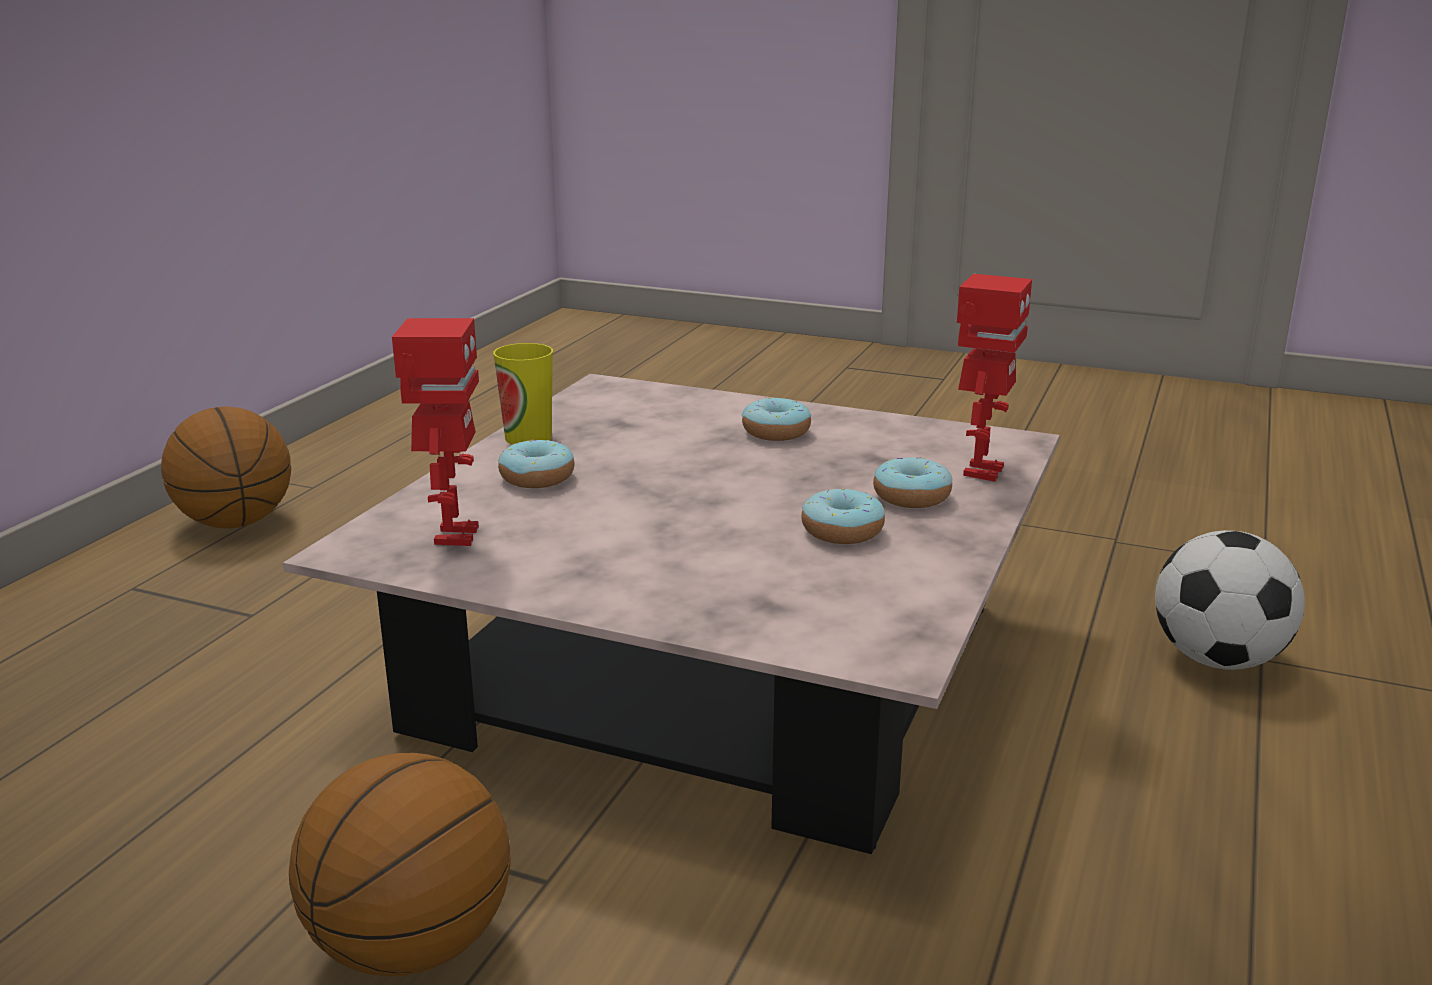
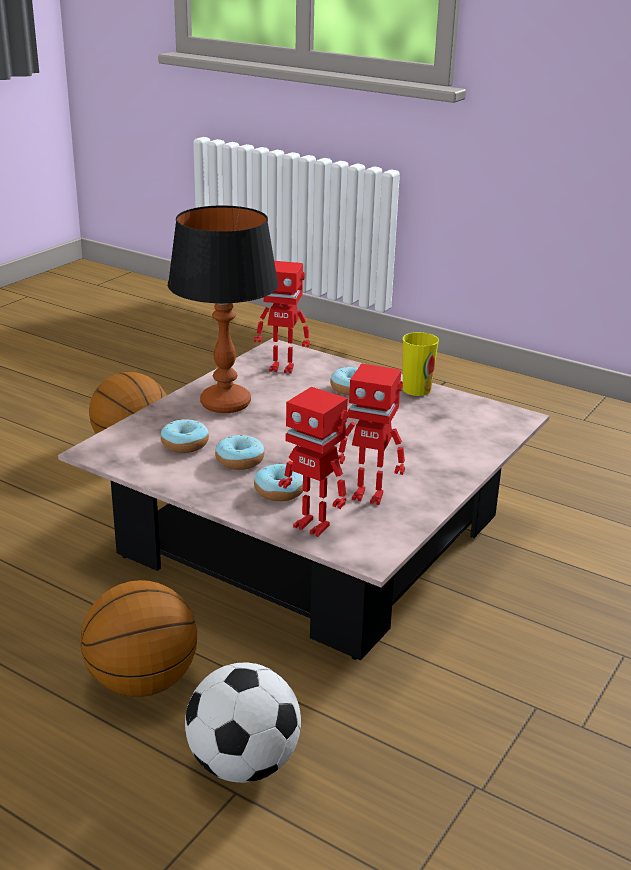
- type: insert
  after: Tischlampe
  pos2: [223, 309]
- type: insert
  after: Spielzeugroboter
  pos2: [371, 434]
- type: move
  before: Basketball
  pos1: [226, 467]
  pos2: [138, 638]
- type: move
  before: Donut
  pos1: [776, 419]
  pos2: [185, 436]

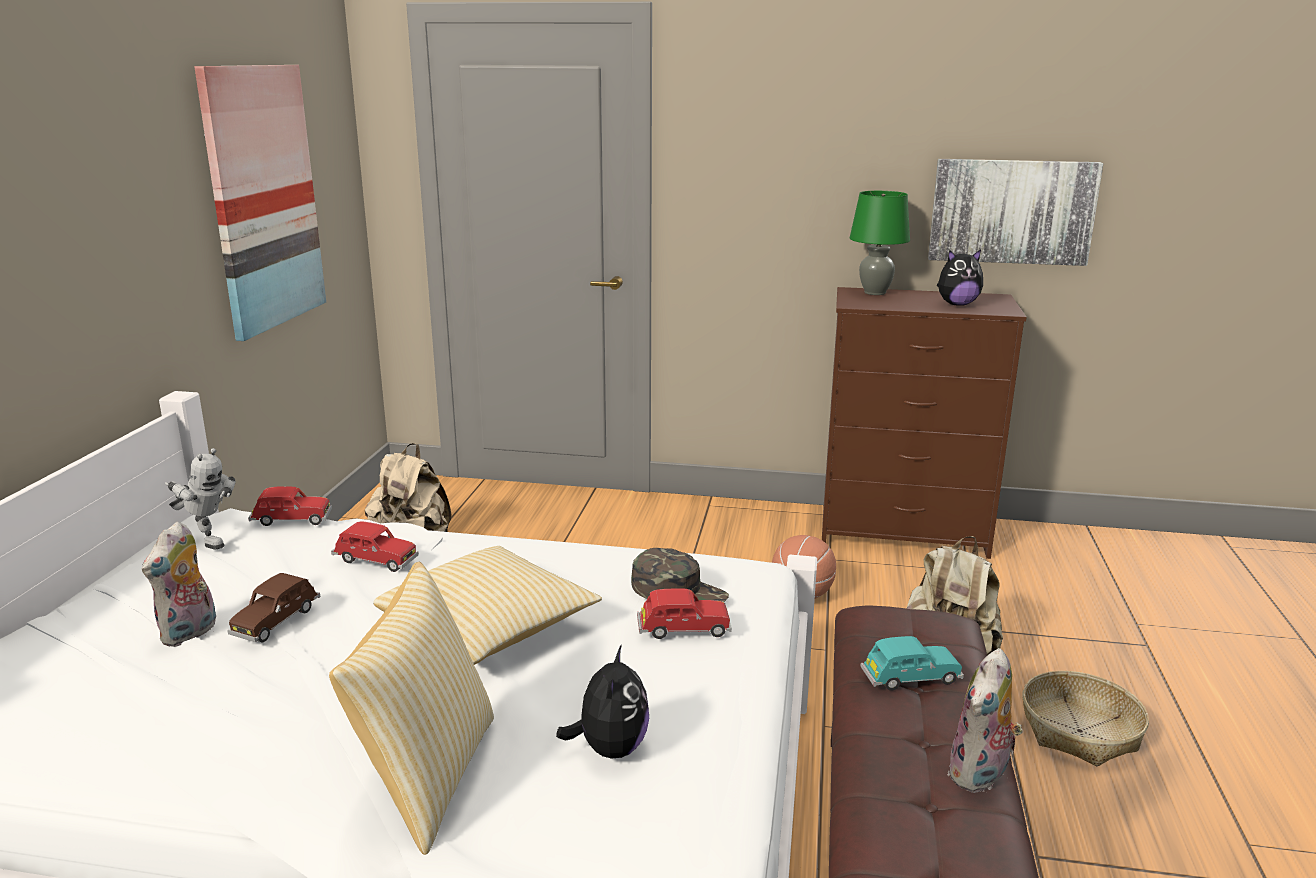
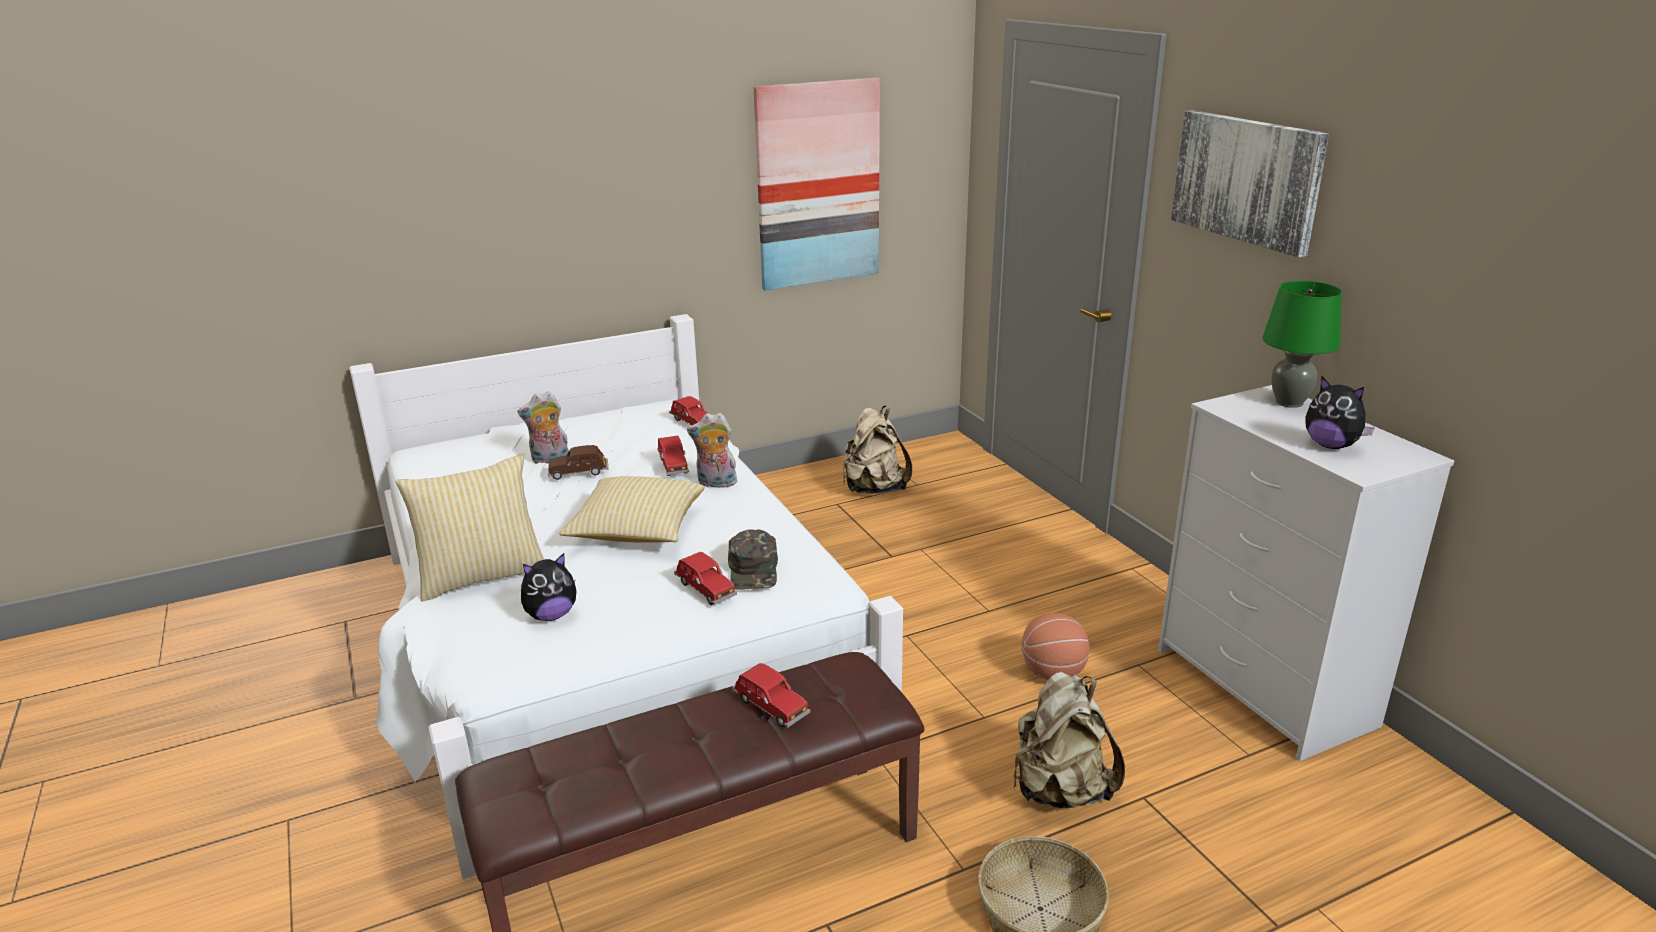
- type: delete
  before: Spielzeugroboter
  pos1: [200, 499]
- type: move
  before: Bild
  pos1: [1015, 212]
  pos2: [1250, 184]
- type: move
  before: Plüschtier
  pos1: [985, 720]
  pos2: [712, 450]
- type: recolor
  before: Kommode (braun)
  after: Kommode (weiß)
  pos1: [924, 423]
  pos2: [1306, 573]
- type: recolor
  before: Spielzeugauto (türkis)
  after: Spielzeugauto (rot)
  pos1: [912, 663]
  pos2: [771, 695]

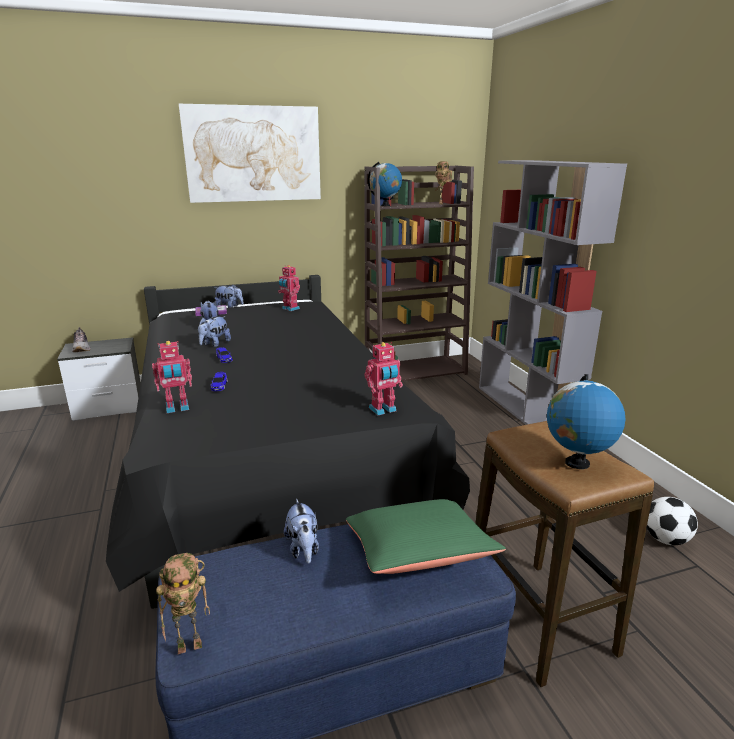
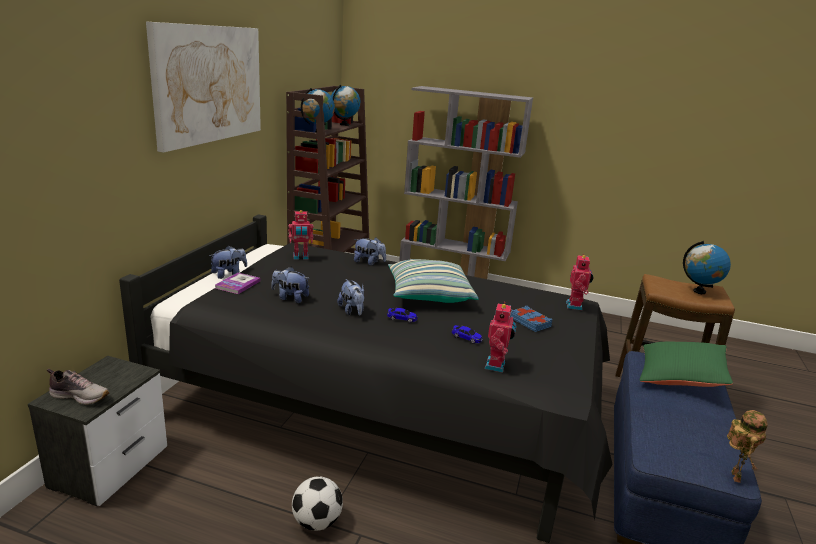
- type: insert
  after: Kissen
  pos2: [433, 281]
- type: insert
  after: Buch (blau)
  pos2: [531, 319]
- type: move
  before: Plüschtier
  pos1: [301, 531]
  pos2: [370, 252]
- type: move
  before: Fußball
  pos1: [672, 521]
  pos2: [317, 503]
- type: replace
  before: Spielzeugroboter
  after: Globus
  pos1: [443, 182]
  pos2: [346, 105]

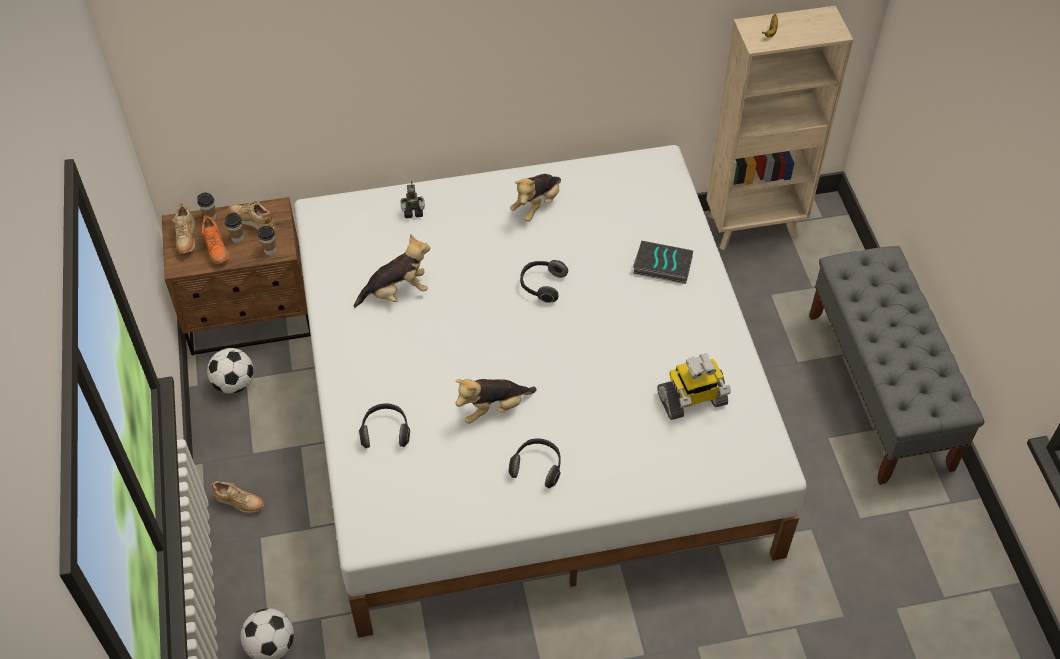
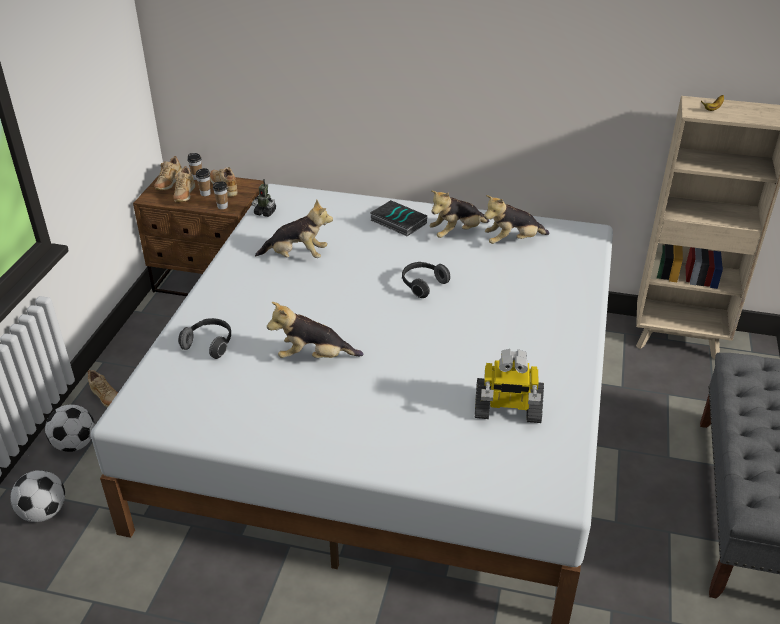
- type: delete
  before: Kopfhörer
  pos1: [534, 463]
- type: insert
  after: Plüschtier
  pos2: [516, 219]
- type: move
  before: Fußball
  pos1: [230, 371]
  pos2: [70, 428]
- type: move
  before: Spielzeugroboter
  pos1: [412, 199]
  pos2: [264, 198]
- type: move
  before: Buch
  pos1: [663, 262]
  pos2: [398, 218]
- type: recolor
  before: Schuh (orange)
  after: Schuh (beige)
  pos1: [215, 239]
  pos2: [184, 184]

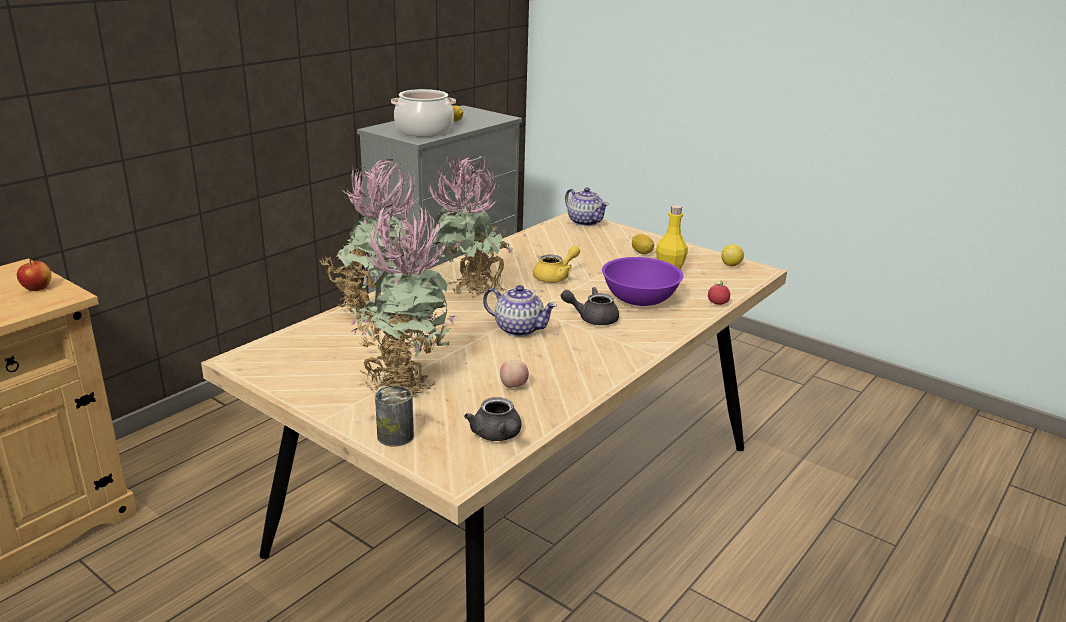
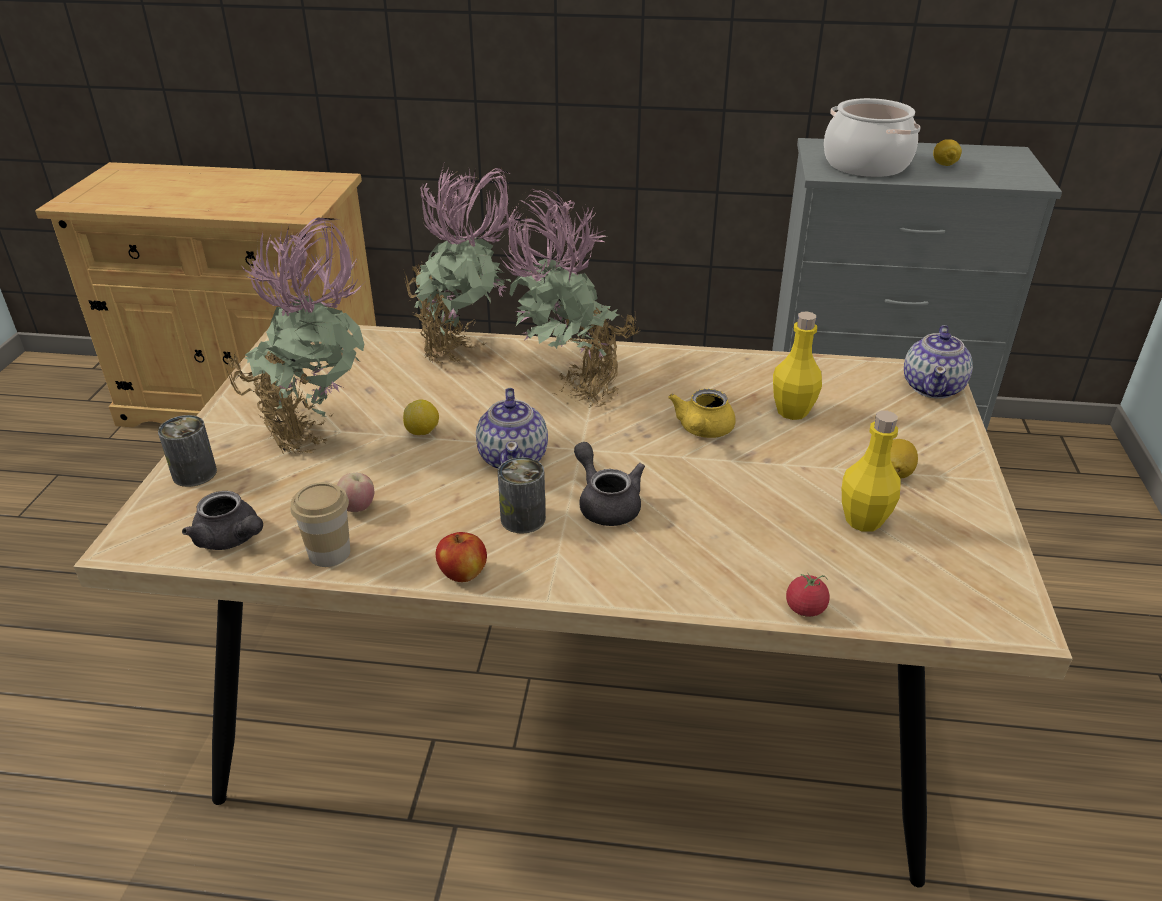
- type: delete
  before: Schüssel (lila)
  pos1: [643, 281]
- type: insert
  after: Tasse
  pos2: [320, 524]
- type: insert
  after: Dose
  pos2: [522, 495]
- type: insert
  after: Flasche (gelb)
  pos2: [797, 365]
- type: move
  before: Apfel
  pos1: [34, 275]
  pos2: [461, 557]
- type: move
  before: Zitrone
  pos1: [732, 255]
  pos2: [421, 417]
- type: rotate
  before: Teekanne (grau)
  pos1: [493, 419]
  pos2: [222, 520]
  turn: -90
- type: rotate
  before: Teekanne (gelb)
  pos1: [556, 264]
  pos2: [702, 413]
  turn: 90

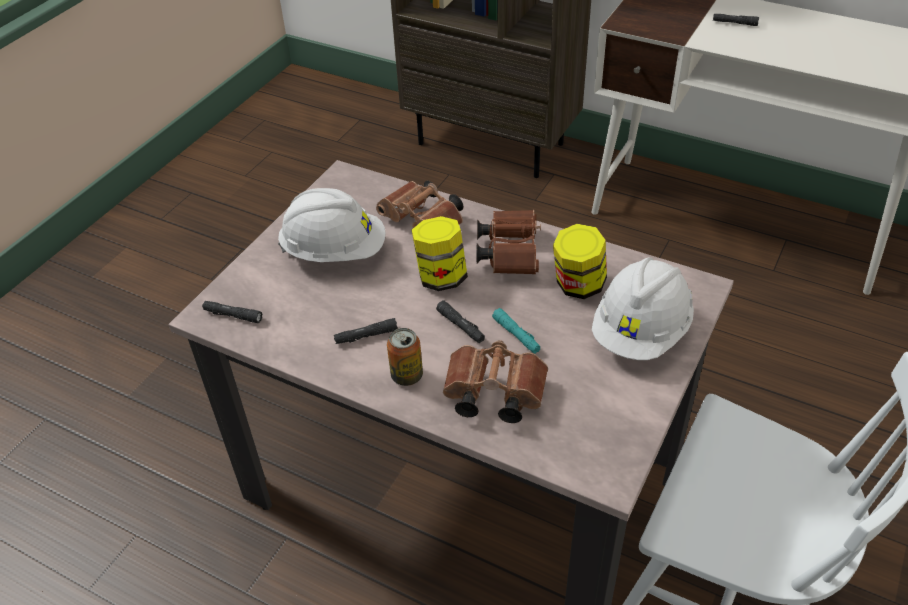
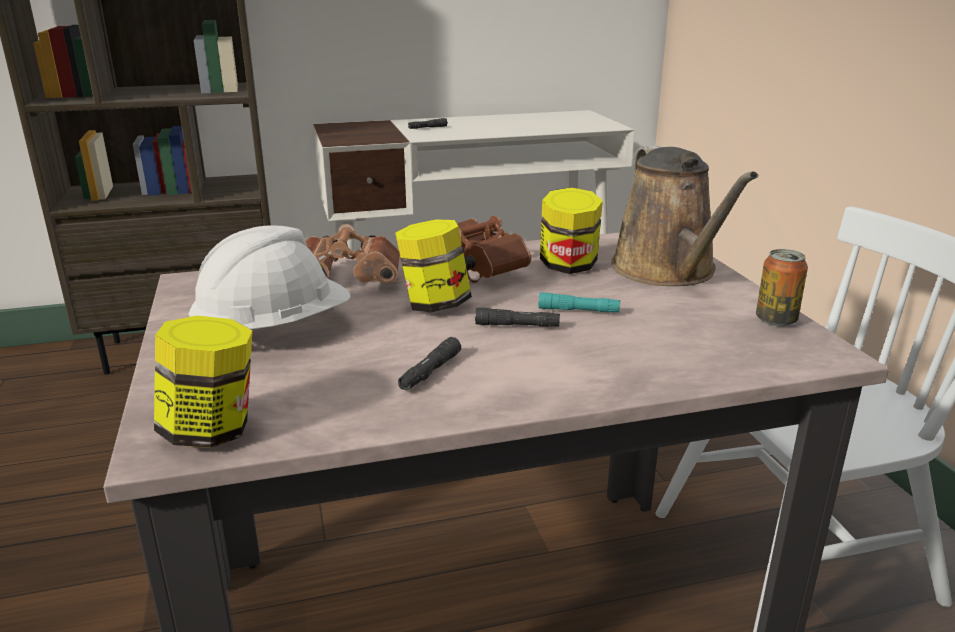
- type: delete
  before: Fernglas (braun)
  pos1: [495, 381]
- type: move
  before: Dose
  pos1: [405, 357]
  pos2: [782, 287]
- type: replace
  before: Taschenlampe (schwarz)
  after: Vorratsglas
  pos1: [232, 312]
  pos2: [203, 382]
- type: replace
  before: Schutzhelm (weiß)
  after: Gießkanne (braun)
  pos1: [643, 308]
  pos2: [684, 216]

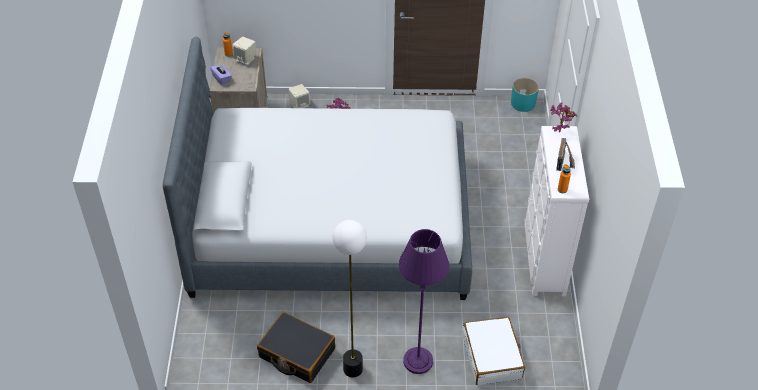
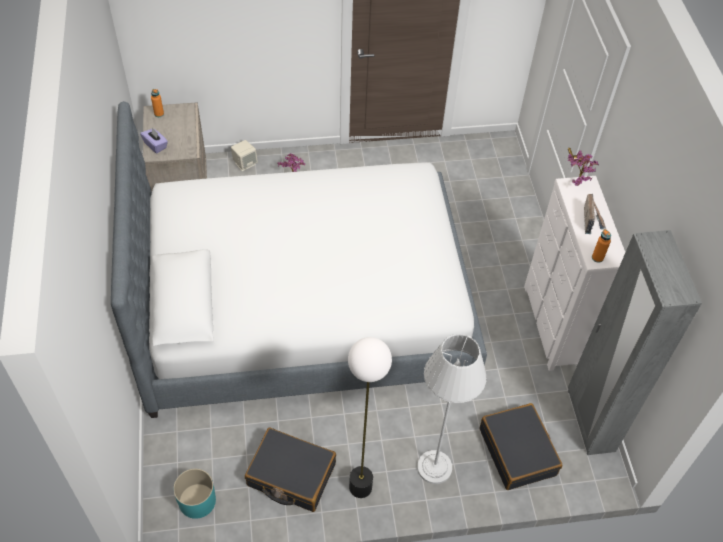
- type: delete
  before: Lautsprecher (beige)
  pos1: [244, 51]
- type: insert
  after: Kleiderschrank (grau)
  pos2: [635, 342]
- type: move
  before: Pflanzkübel (türkis)
  pos1: [525, 95]
  pos2: [194, 494]
- type: recolor
  before: Stehlampe (lila)
  after: Stehlampe (grau)
  pos1: [424, 301]
  pos2: [452, 409]
- type: recolor
  before: Koffer (weiß)
  after: Koffer (schwarz)
  pos1: [493, 351]
  pos2: [521, 446]

